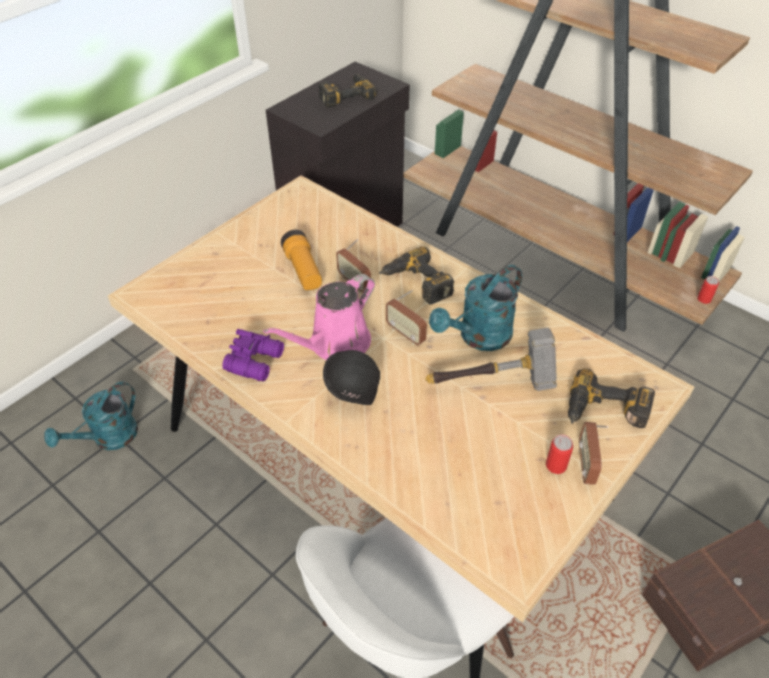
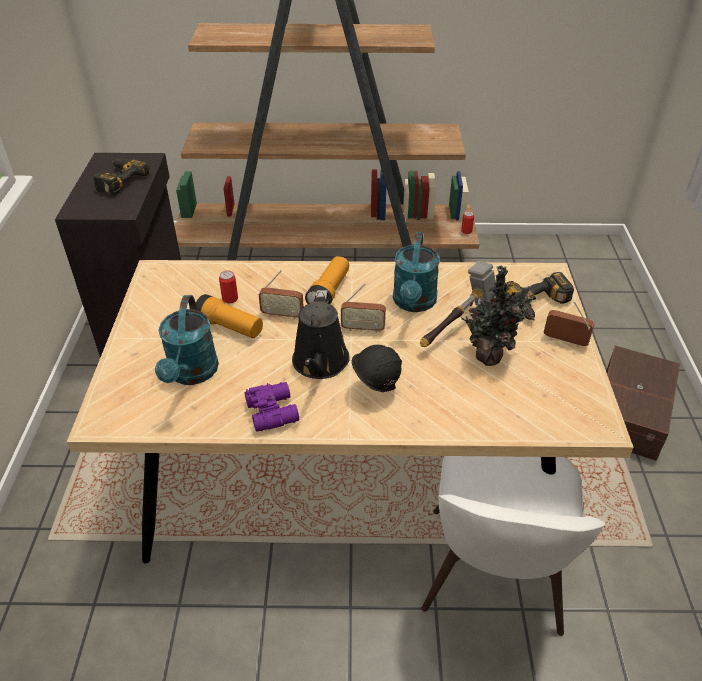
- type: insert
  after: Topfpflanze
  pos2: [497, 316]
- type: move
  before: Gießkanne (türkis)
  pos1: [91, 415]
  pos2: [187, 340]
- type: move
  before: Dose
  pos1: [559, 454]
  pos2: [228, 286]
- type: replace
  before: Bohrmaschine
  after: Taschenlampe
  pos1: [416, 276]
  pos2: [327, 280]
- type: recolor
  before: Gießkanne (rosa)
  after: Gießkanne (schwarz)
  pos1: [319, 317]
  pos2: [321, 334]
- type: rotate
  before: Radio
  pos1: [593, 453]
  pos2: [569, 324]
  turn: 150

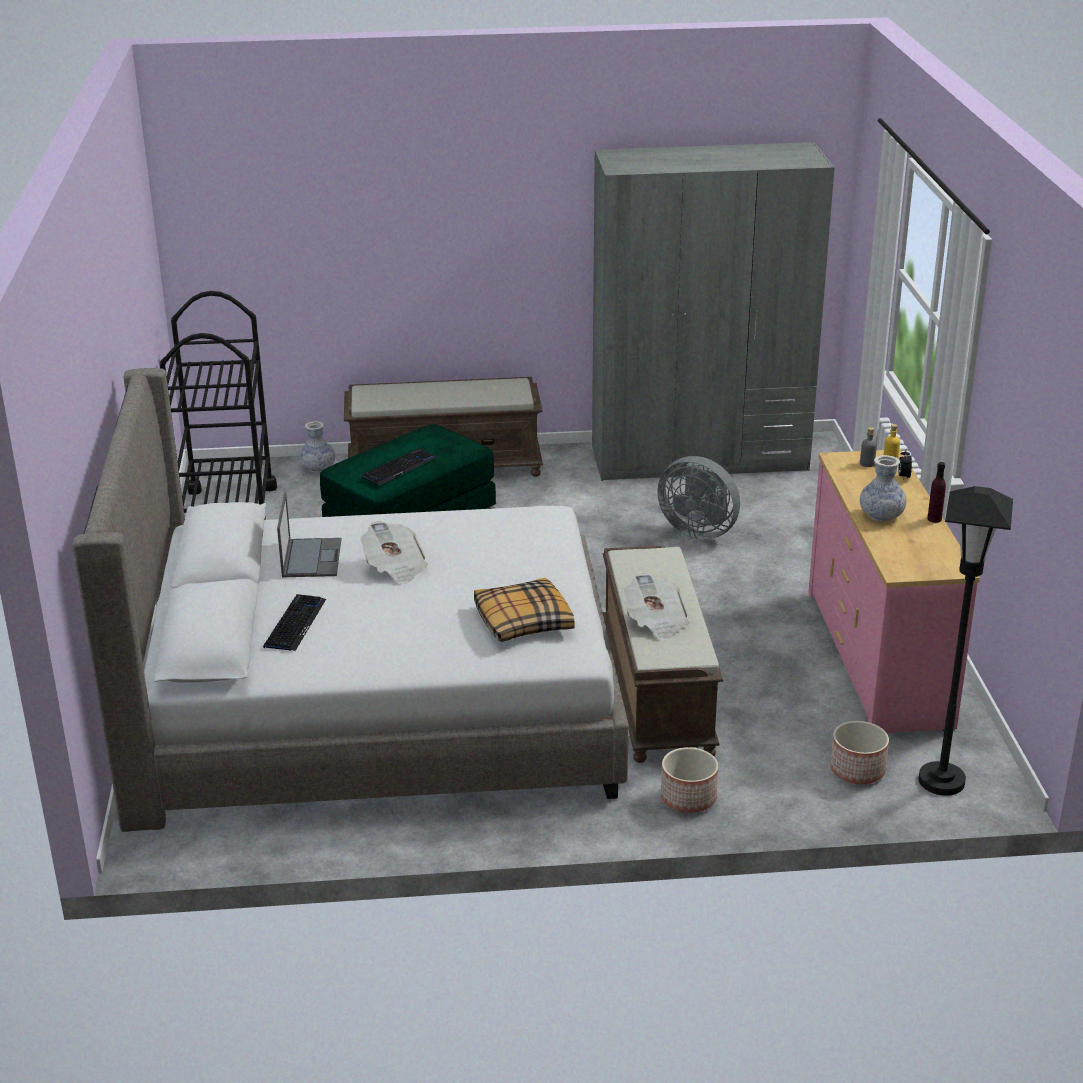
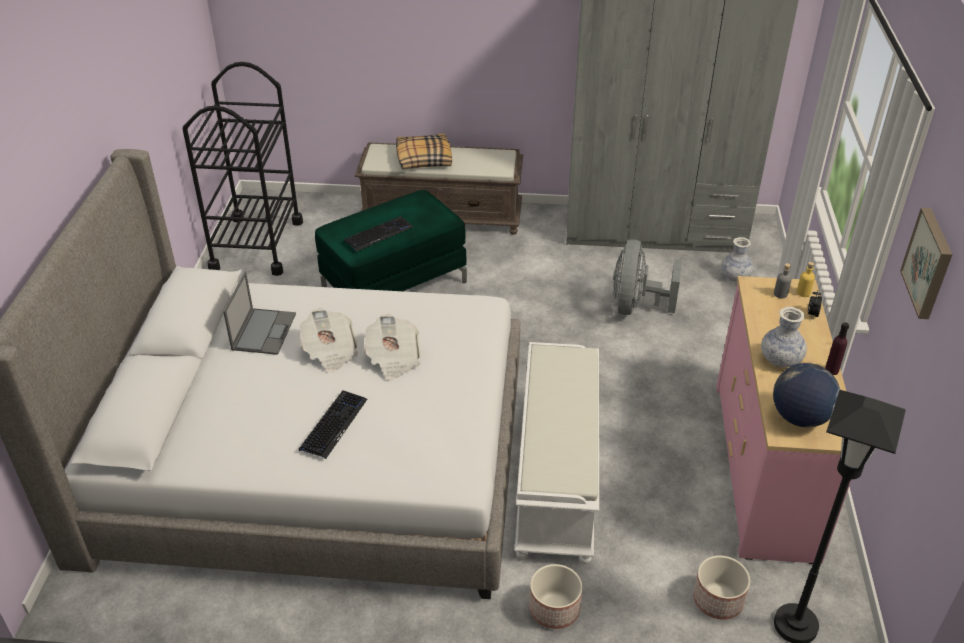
- type: insert
  after: Globus
  pos2: [806, 395]
- type: insert
  after: Bild
  pos2: [926, 263]
- type: move
  before: Tastatur
  pos1: [294, 622]
  pos2: [333, 424]
- type: move
  before: Vase
  pos1: [317, 447]
  pos2: [737, 259]
- type: move
  before: Kissen
  pos1: [524, 610]
  pos2: [424, 152]
- type: move
  before: Zeitung
  pos1: [657, 607]
  pos2: [392, 347]
- type: recolor
  before: Bank (braun)
  after: Bank (weiß)
  pos1: [663, 654]
  pos2: [556, 453]
- type: rotate
  before: Ventilator (grau)
  pos1: [699, 498]
  pos2: [647, 277]
  turn: 60

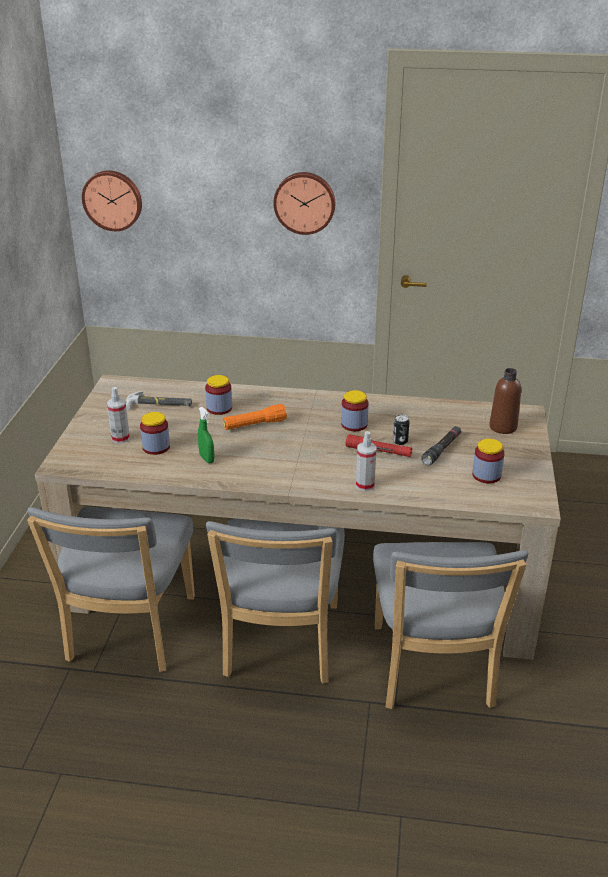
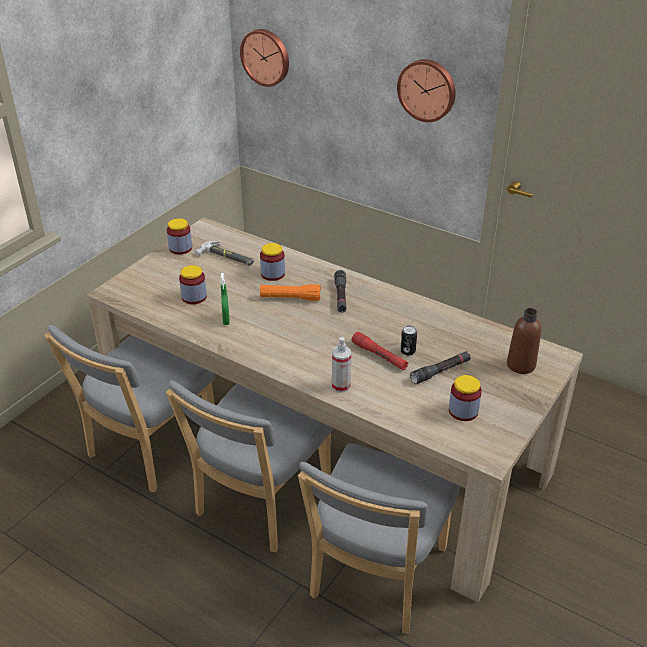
- type: delete
  before: Sprühflasche
  pos1: [118, 415]
- type: insert
  after: Taschenlampe (schwarz)
  pos2: [340, 291]
- type: move
  before: Vorratsglas
  pos1: [355, 410]
  pos2: [179, 236]

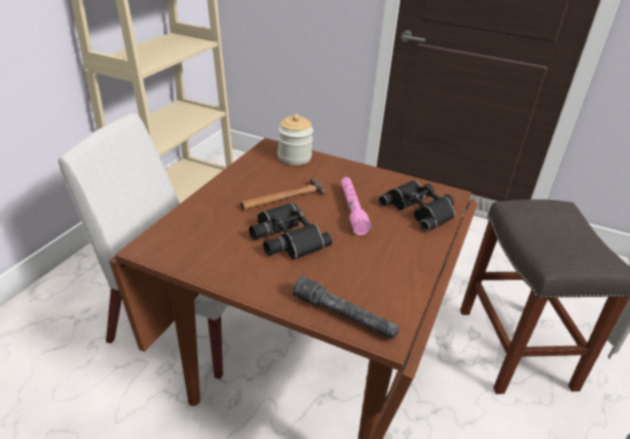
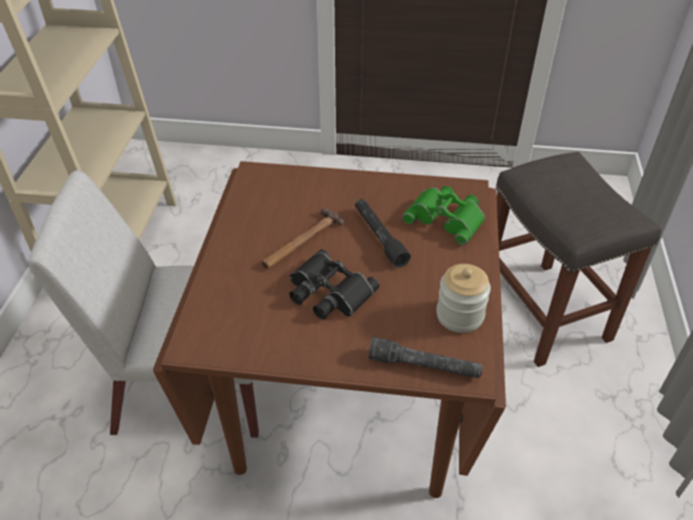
- type: move
  before: Vorratsglas
  pos1: [295, 139]
  pos2: [463, 298]
- type: recolor
  before: Taschenlampe (rosa)
  after: Taschenlampe (schwarz)
  pos1: [356, 206]
  pos2: [383, 233]
- type: recolor
  before: Fernglas (schwarz)
  after: Fernglas (grün)
  pos1: [417, 206]
  pos2: [443, 215]

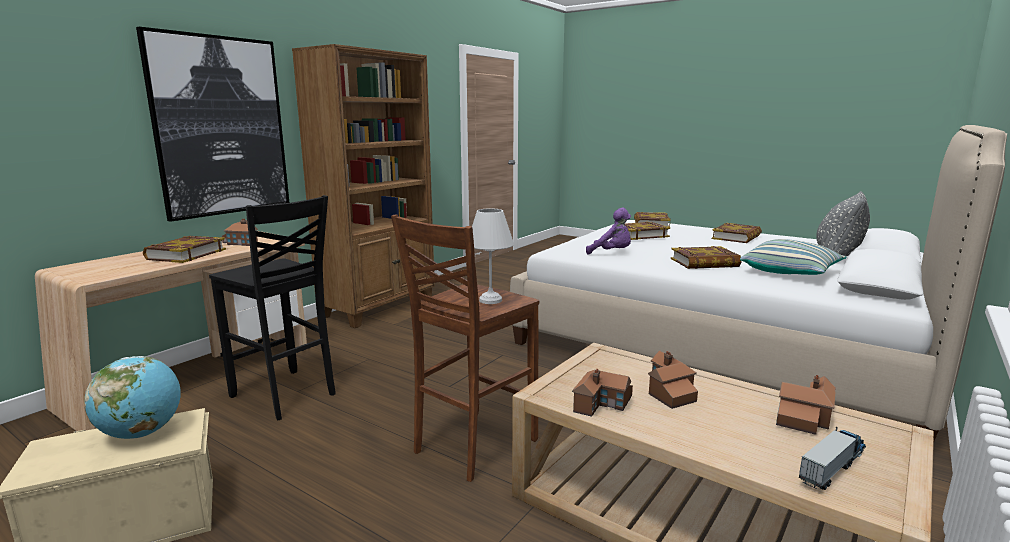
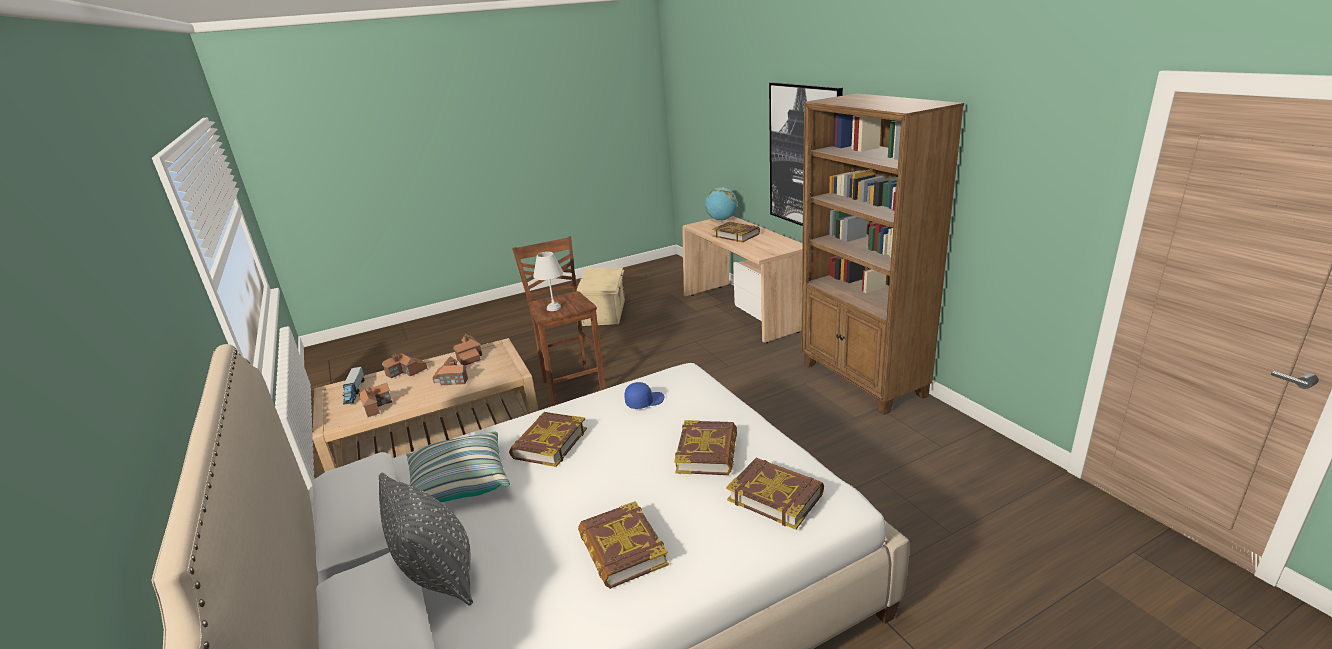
- type: delete
  before: Hocker (schwarz)
  pos1: [272, 307]
- type: move
  before: Globus
  pos1: [132, 397]
  pos2: [721, 204]
- type: move
  before: Spielzeughaus
  pos1: [240, 232]
  pos2: [404, 365]
- type: replace
  before: Plüschtier (lila)
  after: Kappe (blau)
  pos1: [608, 231]
  pos2: [644, 395]

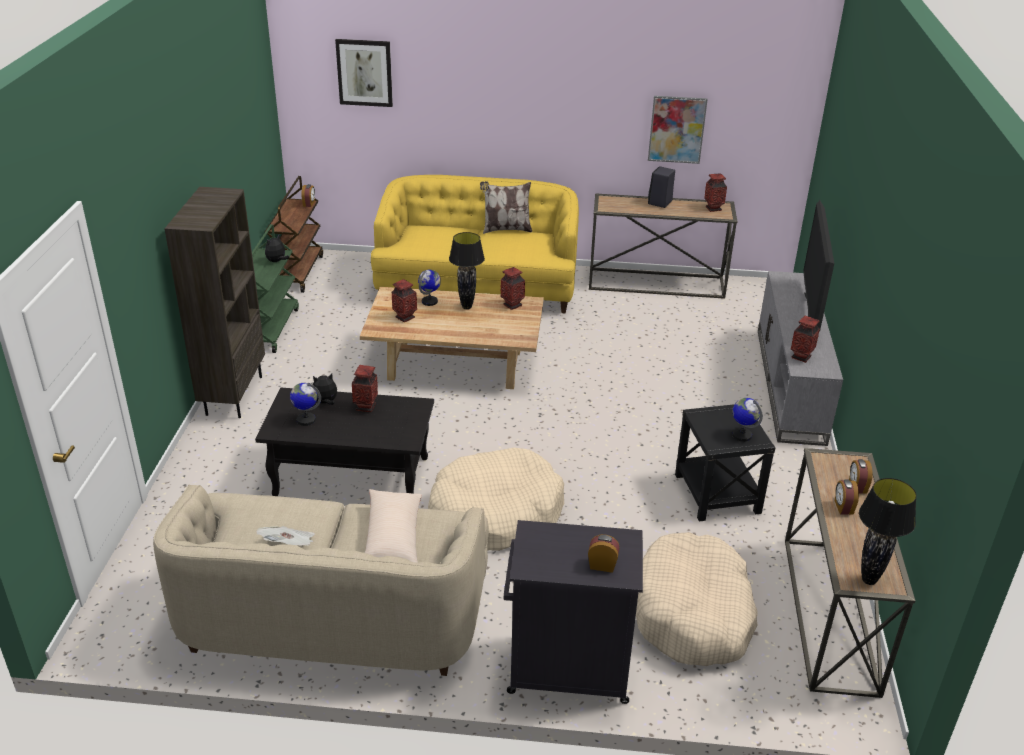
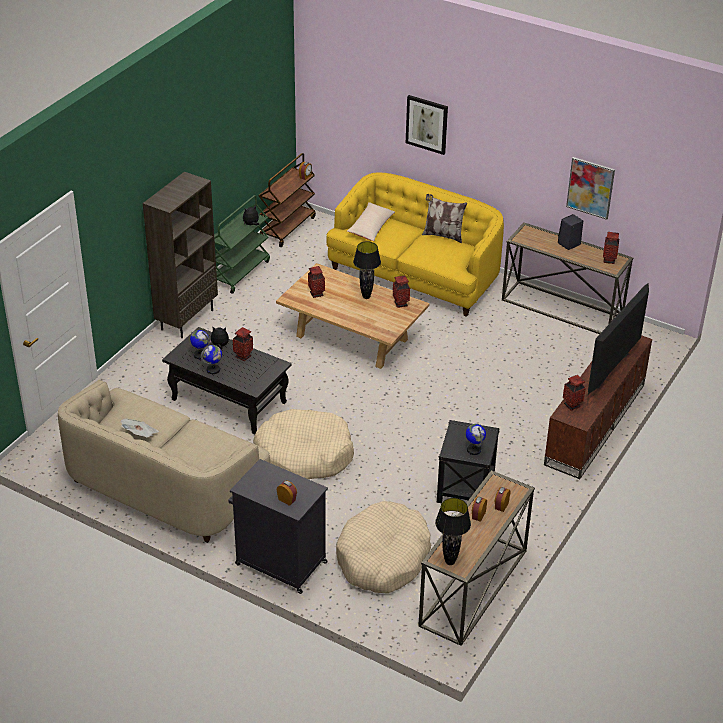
- type: move
  before: Bild
  pos1: [364, 73]
  pos2: [427, 125]
- type: move
  before: Kissen (beige)
  pos1: [393, 526]
  pos2: [371, 221]
- type: move
  before: Globus
  pos1: [429, 288]
  pos2: [211, 359]
- type: recolor
  before: Fernsehschrank (grau)
  after: Fernsehschrank (braun)
  pos1: [800, 358]
  pos2: [598, 407]

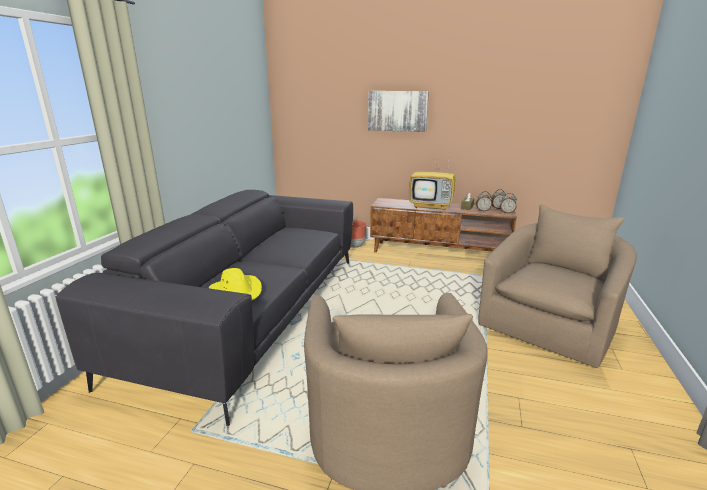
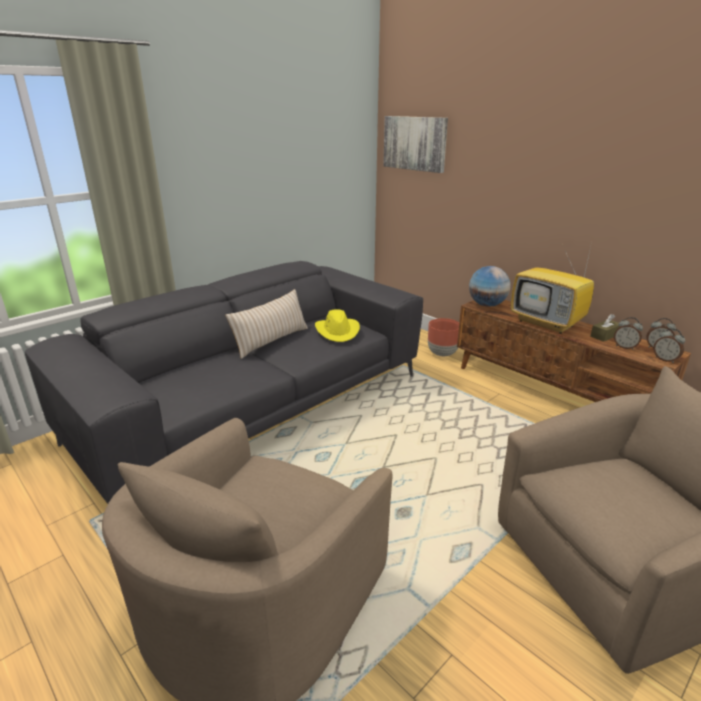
- type: insert
  after: Kissen (beige)
  pos2: [266, 324]
- type: insert
  after: Globus
  pos2: [490, 286]
- type: move
  before: Hut (gelb)
  pos1: [235, 284]
  pos2: [337, 325]
- type: move
  before: Bild
  pos1: [398, 111]
  pos2: [415, 144]

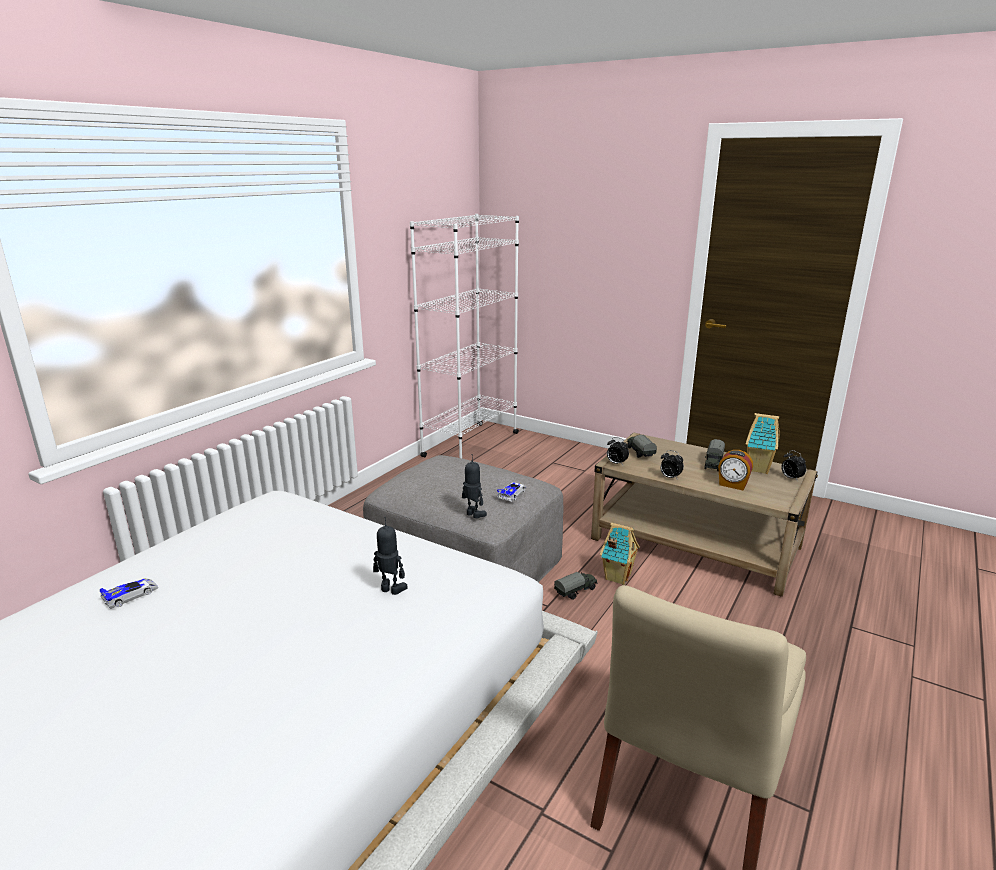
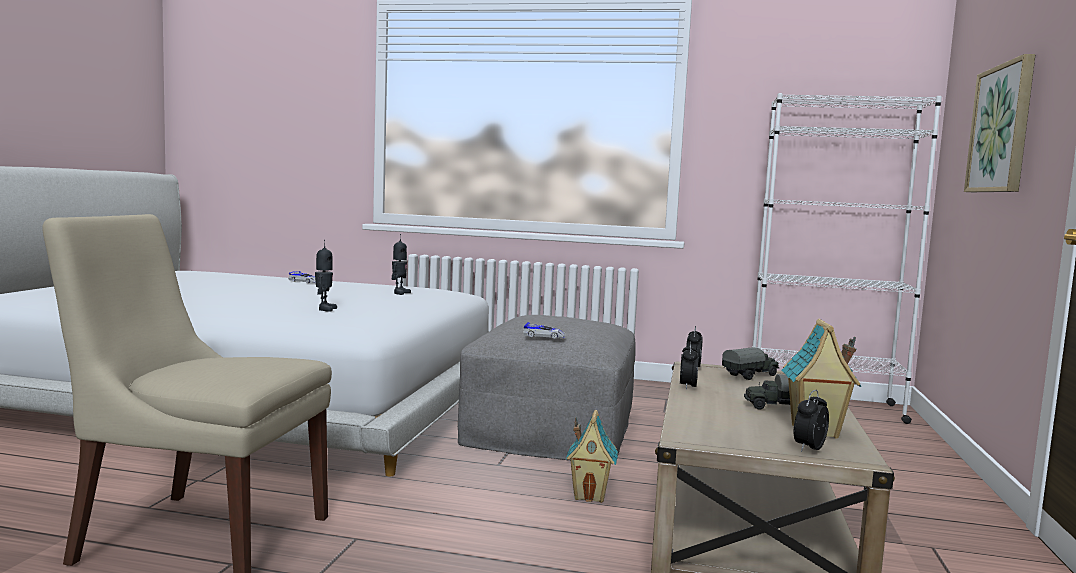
- type: delete
  before: Spielzeuglaster
  pos1: [576, 586]
- type: delete
  before: Wecker
  pos1: [735, 470]
- type: insert
  after: Bild
  pos2: [1000, 123]
- type: move
  before: Spielzeugroboter
  pos1: [474, 486]
  pos2: [401, 264]

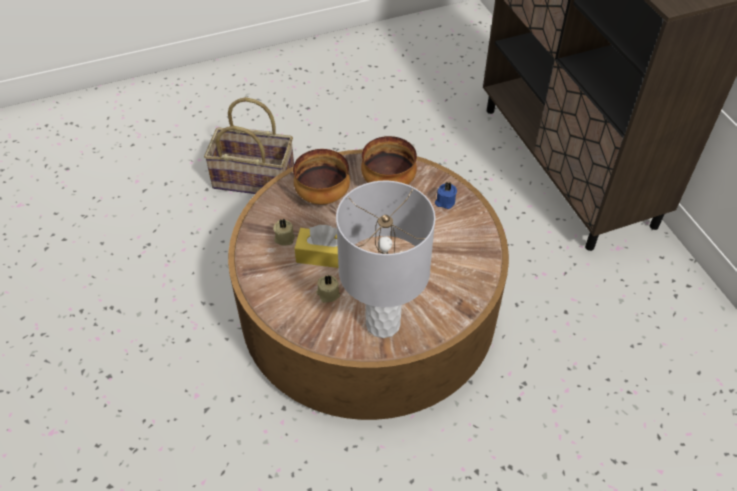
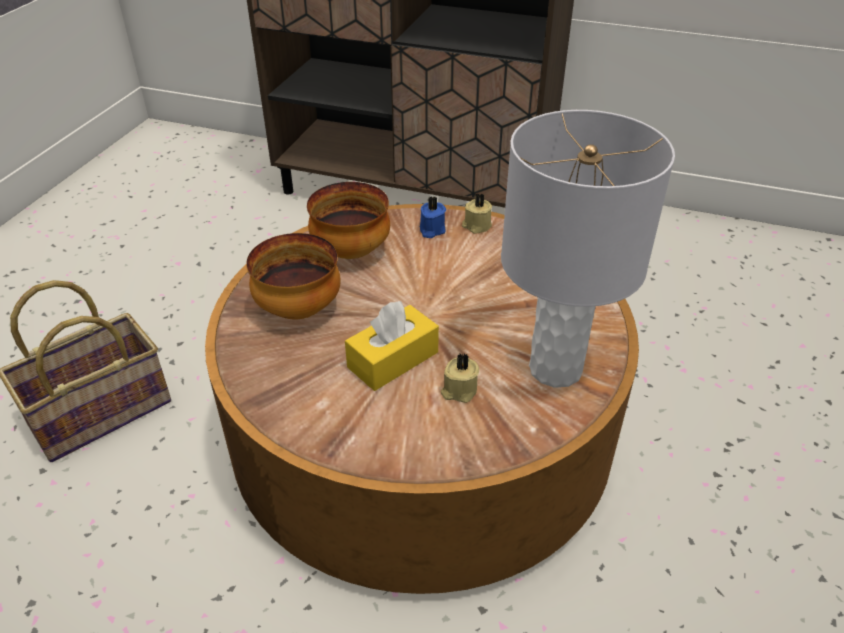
- type: move
  before: Kerze (beige)
  pos1: [284, 232]
  pos2: [477, 213]

